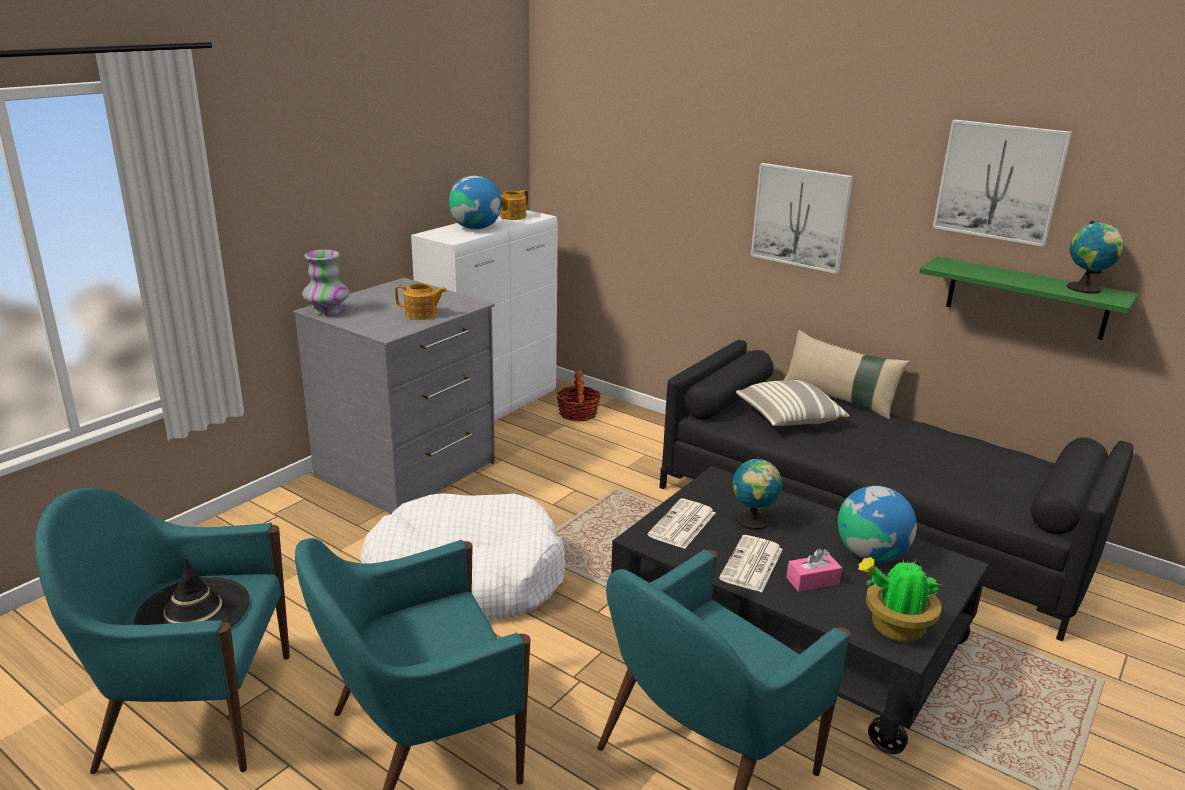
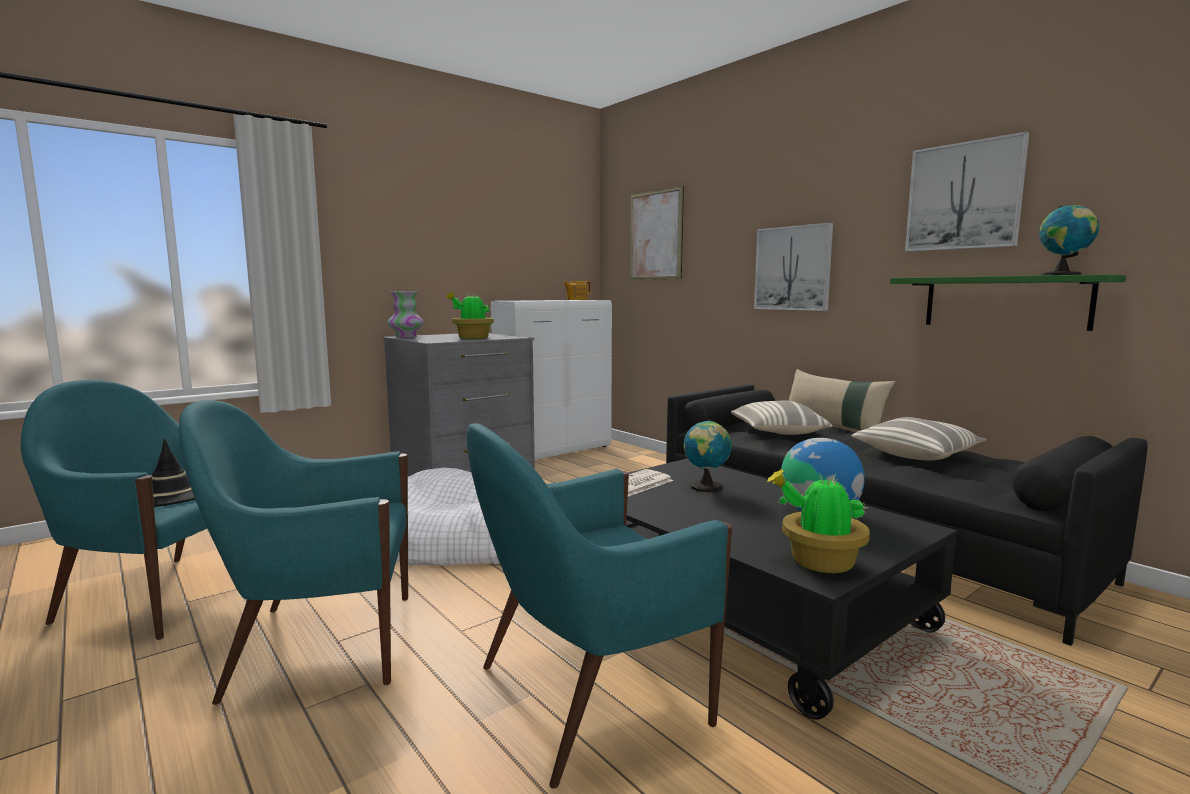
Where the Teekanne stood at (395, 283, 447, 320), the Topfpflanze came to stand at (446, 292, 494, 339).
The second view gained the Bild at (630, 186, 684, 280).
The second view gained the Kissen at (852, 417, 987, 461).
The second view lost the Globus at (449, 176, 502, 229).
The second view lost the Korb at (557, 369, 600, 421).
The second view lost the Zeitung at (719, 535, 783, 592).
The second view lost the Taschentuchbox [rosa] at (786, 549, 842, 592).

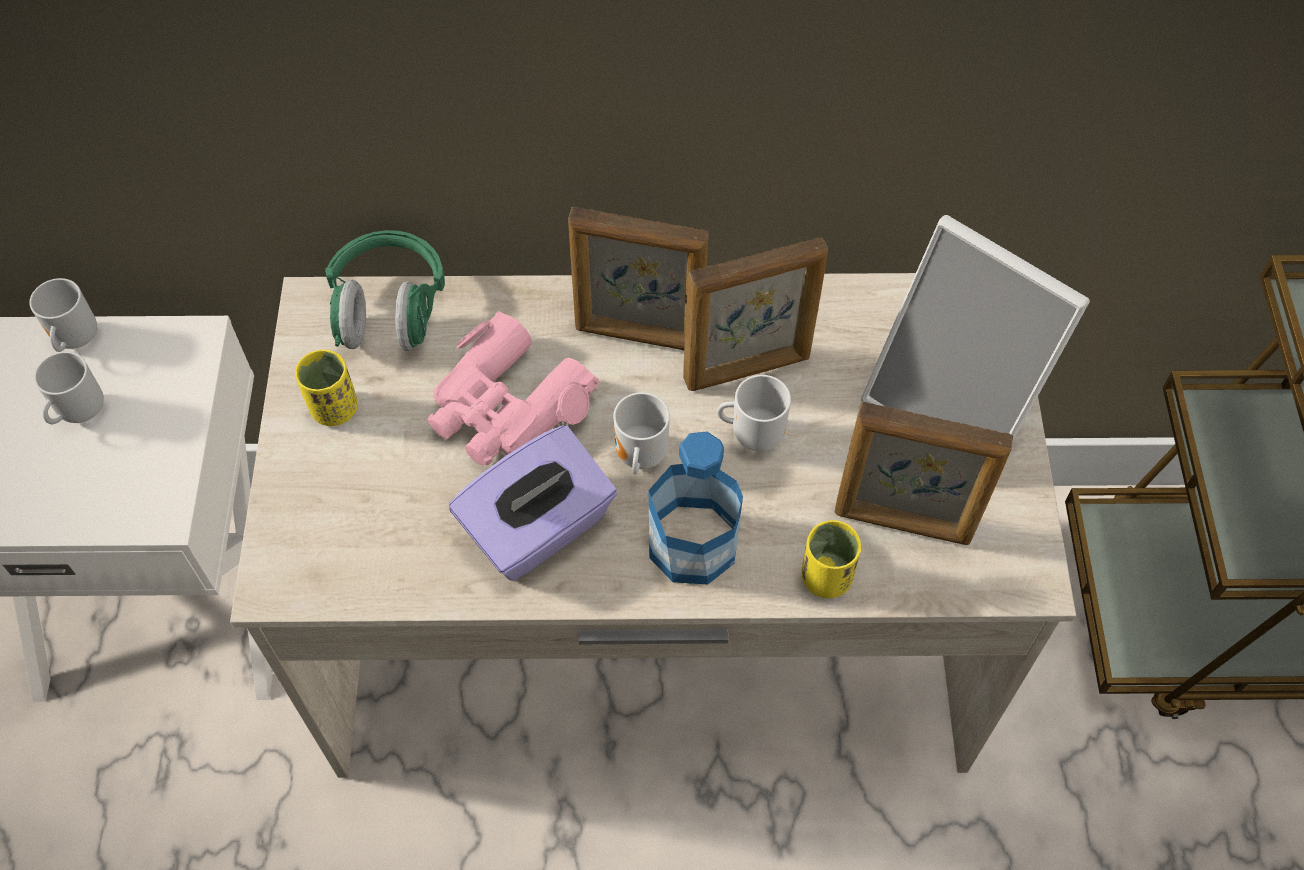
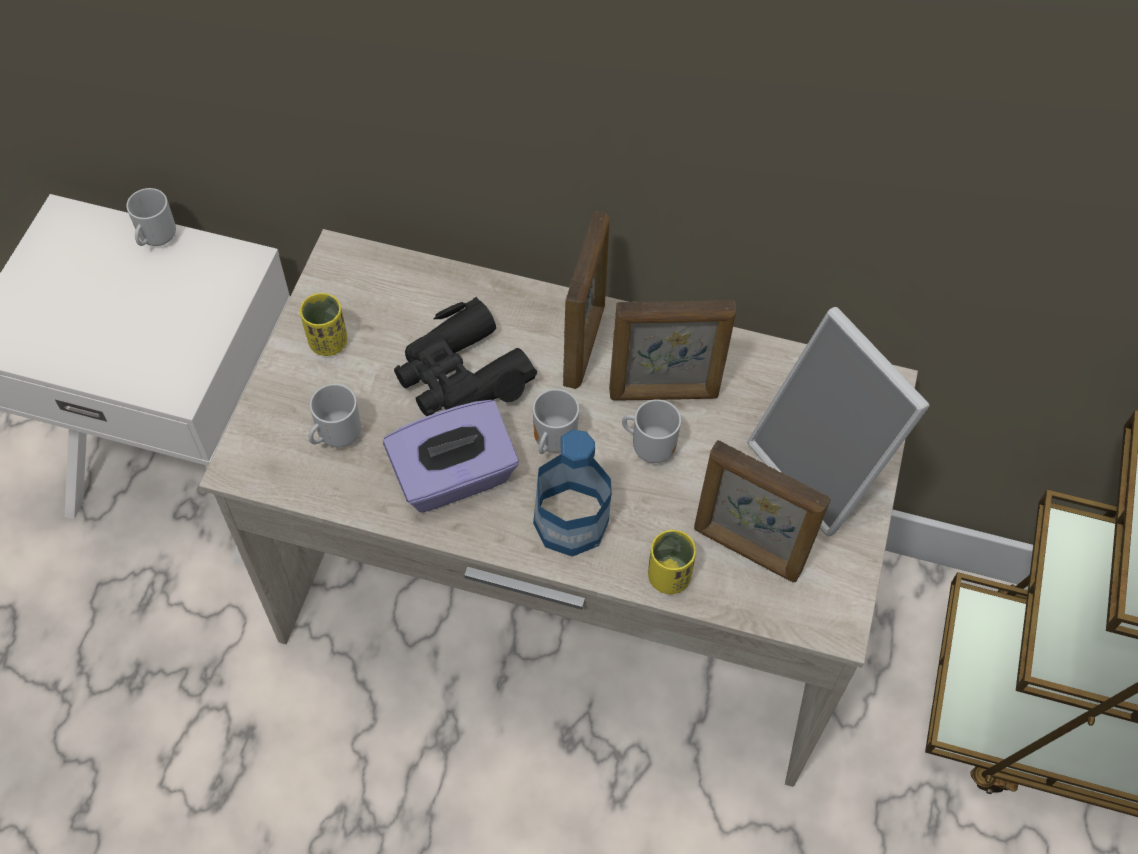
The Henkelbecher ended up elsewhere, having gone from (34, 352, 104, 424) to (308, 384, 361, 447).
What was the Fernglas [rosa] at (428, 311, 599, 465) turned into the Fernglas [schwarz] at (394, 297, 537, 416).
The Bilderrahmen at (568, 206, 709, 351) ended up facing another way, 105 degrees counterclockwise from before.
The second view lost the Kopfhörer [grün] at (325, 230, 445, 351).

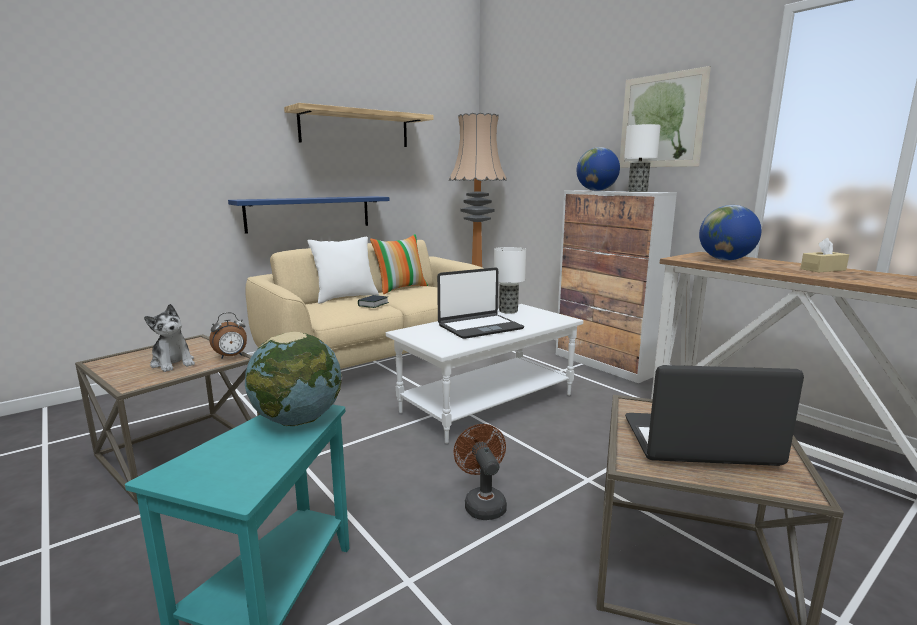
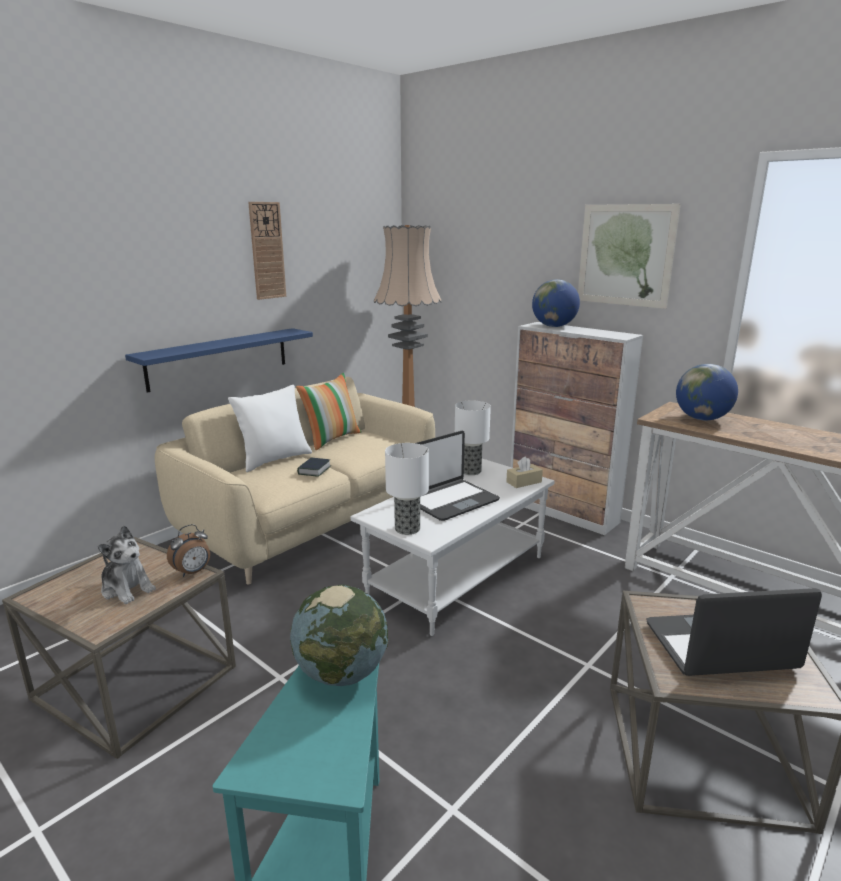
Where the Wandregal hung at (284, 103, 434, 147), the Wanduhr came to hang at (248, 202, 286, 300).
The Tischlampe ended up elsewhere, having gone from (624, 124, 661, 192) to (385, 443, 429, 535).
The Taschentuchbox [beige] ended up elsewhere, having gone from (800, 238, 849, 272) to (506, 456, 543, 488).
The second view lost the Ventilator [braun] at (454, 424, 507, 520).

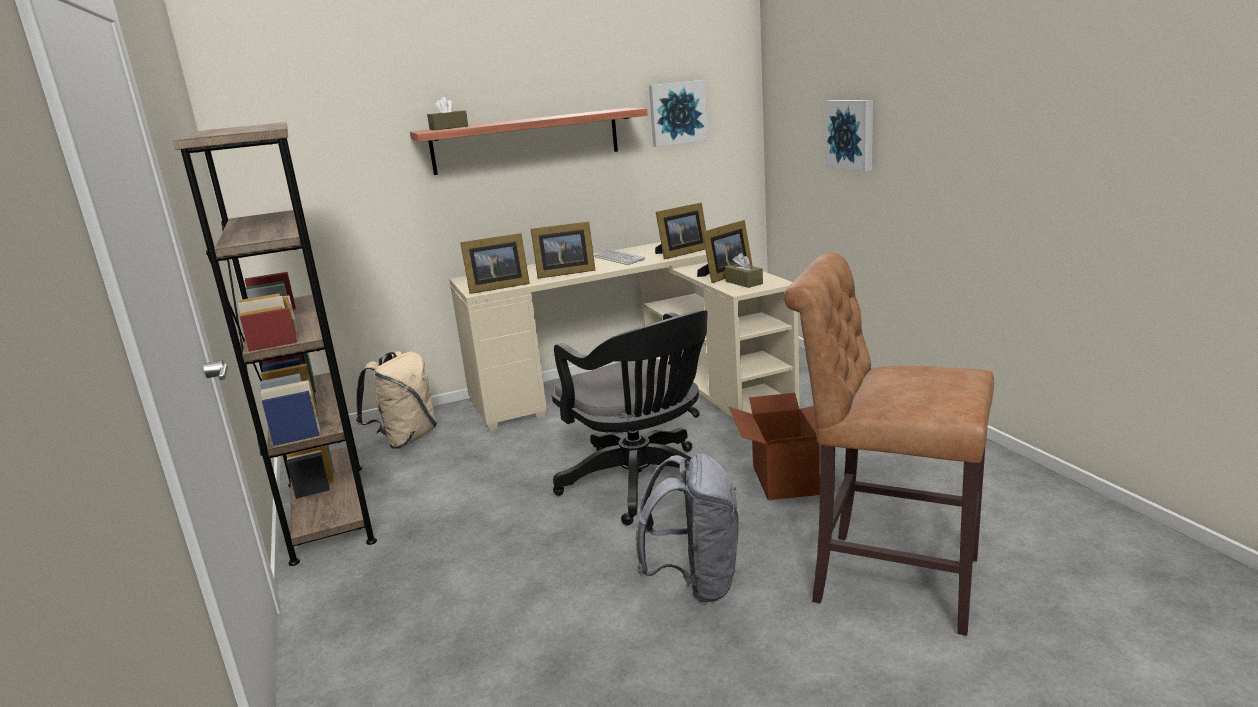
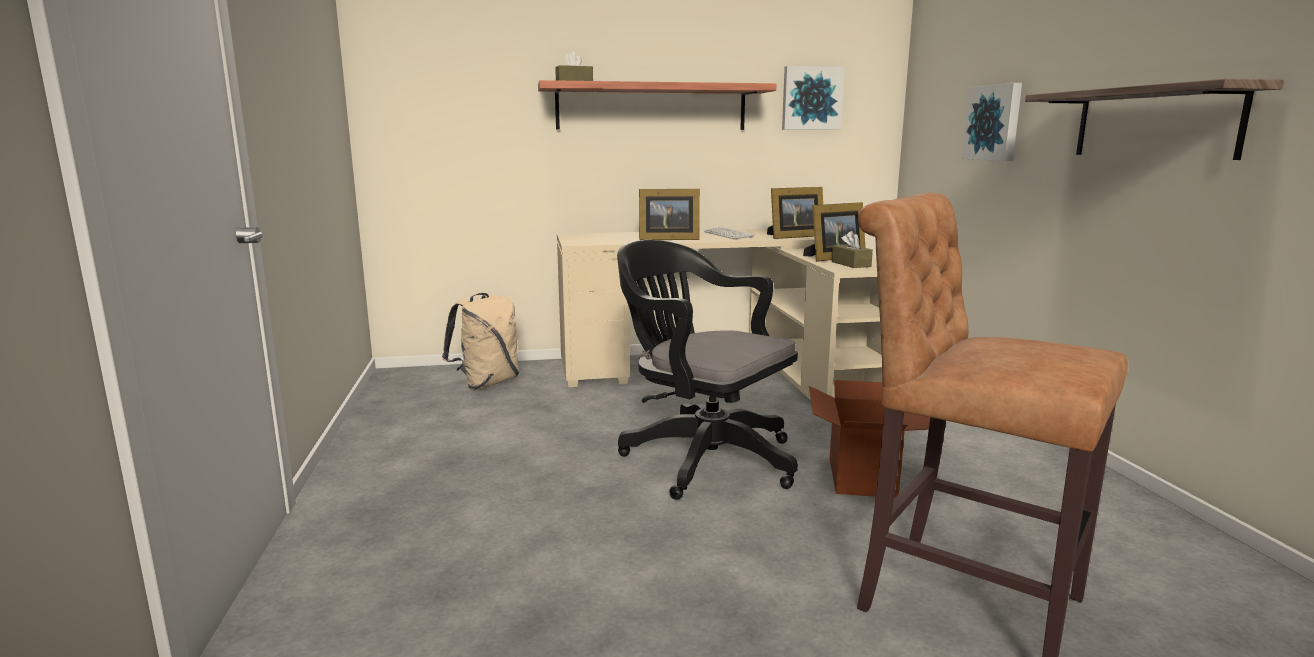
The Bürostuhl [schwarz] at (552, 310, 708, 526) ended up facing another way, 150 degrees clockwise from before.
The second view gained the Wandregal at (1025, 79, 1284, 160).
The second view lost the Bücherregal [braun] at (173, 122, 377, 566).
The second view lost the Bilderrahmen at (460, 233, 530, 294).
The second view lost the Rucksack [grau] at (636, 453, 738, 603).

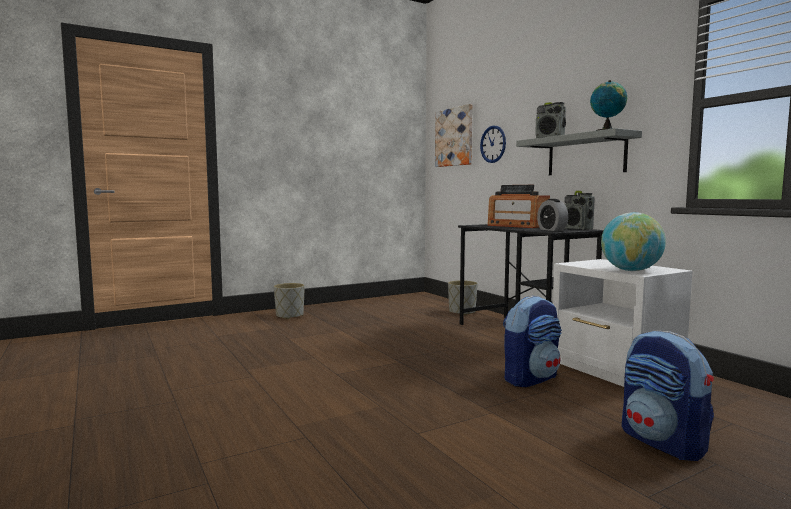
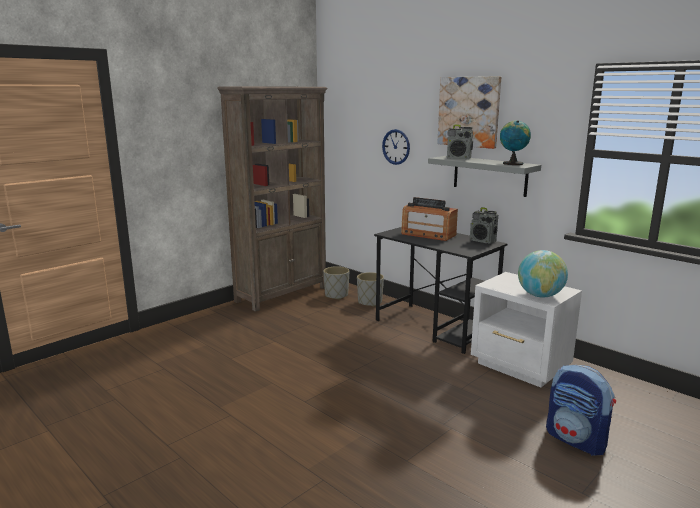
The second view gained the Bücherregal [braun] at (217, 86, 328, 312).
The Pflanzkübel [grau] ended up elsewhere, having gone from (274, 283, 305, 319) to (323, 266, 349, 299).
The Bild ended up elsewhere, having gone from (435, 104, 473, 167) to (437, 76, 501, 149).
The second view lost the Rucksack at (503, 296, 562, 387).
The second view lost the Wecker at (537, 199, 568, 231).

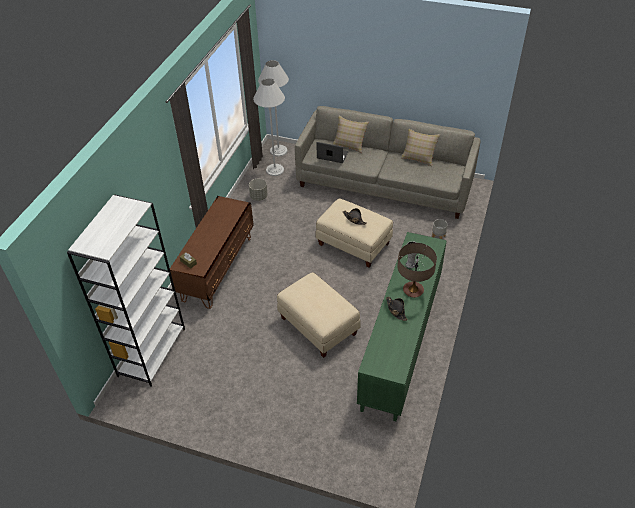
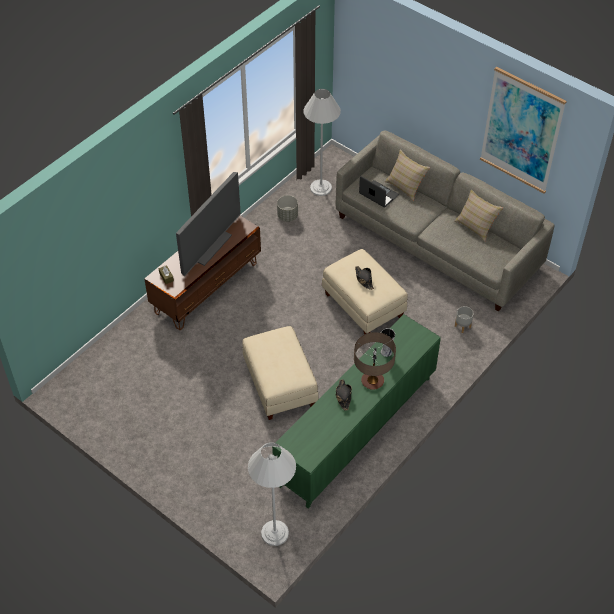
The second view gained the Fernseher at (176, 172, 241, 277).
The Stehlampe [weiß] ended up elsewhere, having gone from (258, 60, 289, 157) to (248, 442, 296, 546).
The second view gained the Bild at (480, 67, 567, 193).
The second view lost the Bücherregal [weiß] at (67, 194, 185, 387).

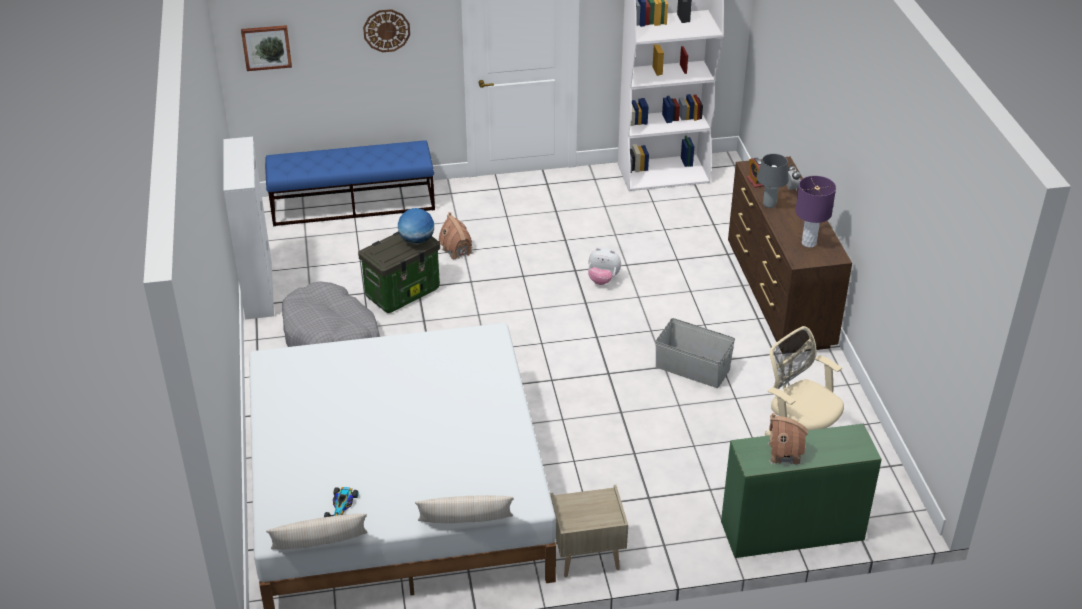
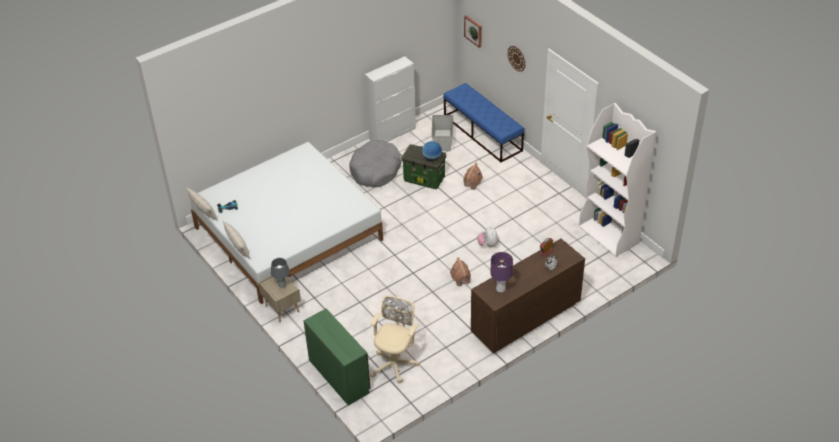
The Tischlampe [grau] ended up elsewhere, having gone from (757, 154, 789, 208) to (271, 258, 290, 288).
The Aufbewahrungsbox [grau] ended up elsewhere, having gone from (655, 318, 735, 388) to (432, 115, 453, 151).
The Spielzeughaus ended up elsewhere, having gone from (767, 413, 808, 464) to (450, 257, 471, 287).

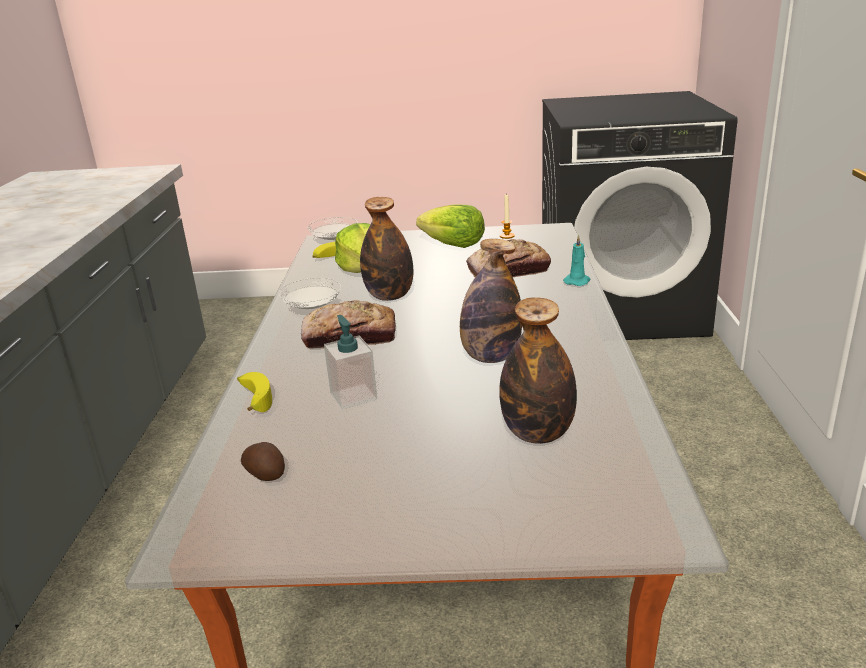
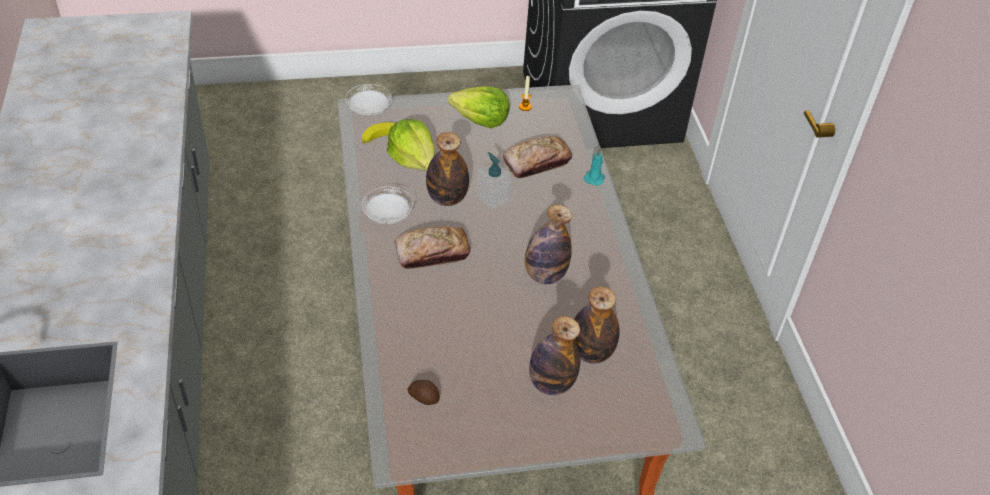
The Seifenspender ended up elsewhere, having gone from (324, 315, 377, 409) to (477, 152, 511, 210).
The second view gained the Flasche at (529, 316, 581, 395).
The second view lost the Banane at (237, 372, 272, 412).

